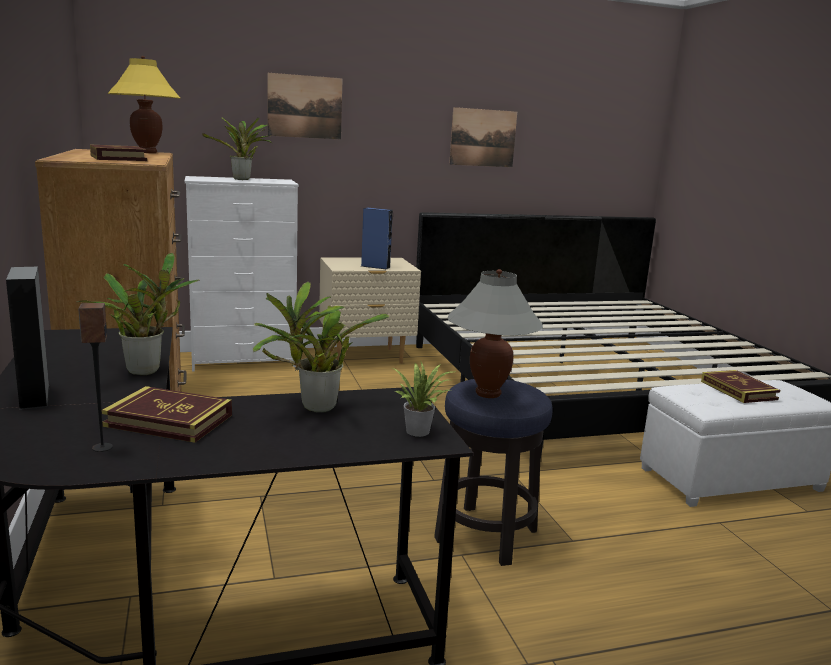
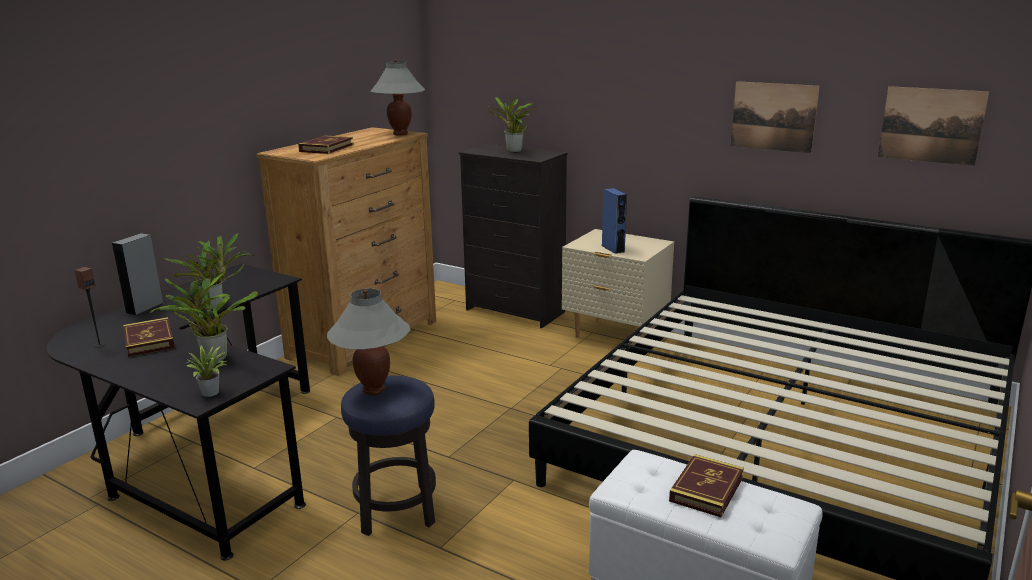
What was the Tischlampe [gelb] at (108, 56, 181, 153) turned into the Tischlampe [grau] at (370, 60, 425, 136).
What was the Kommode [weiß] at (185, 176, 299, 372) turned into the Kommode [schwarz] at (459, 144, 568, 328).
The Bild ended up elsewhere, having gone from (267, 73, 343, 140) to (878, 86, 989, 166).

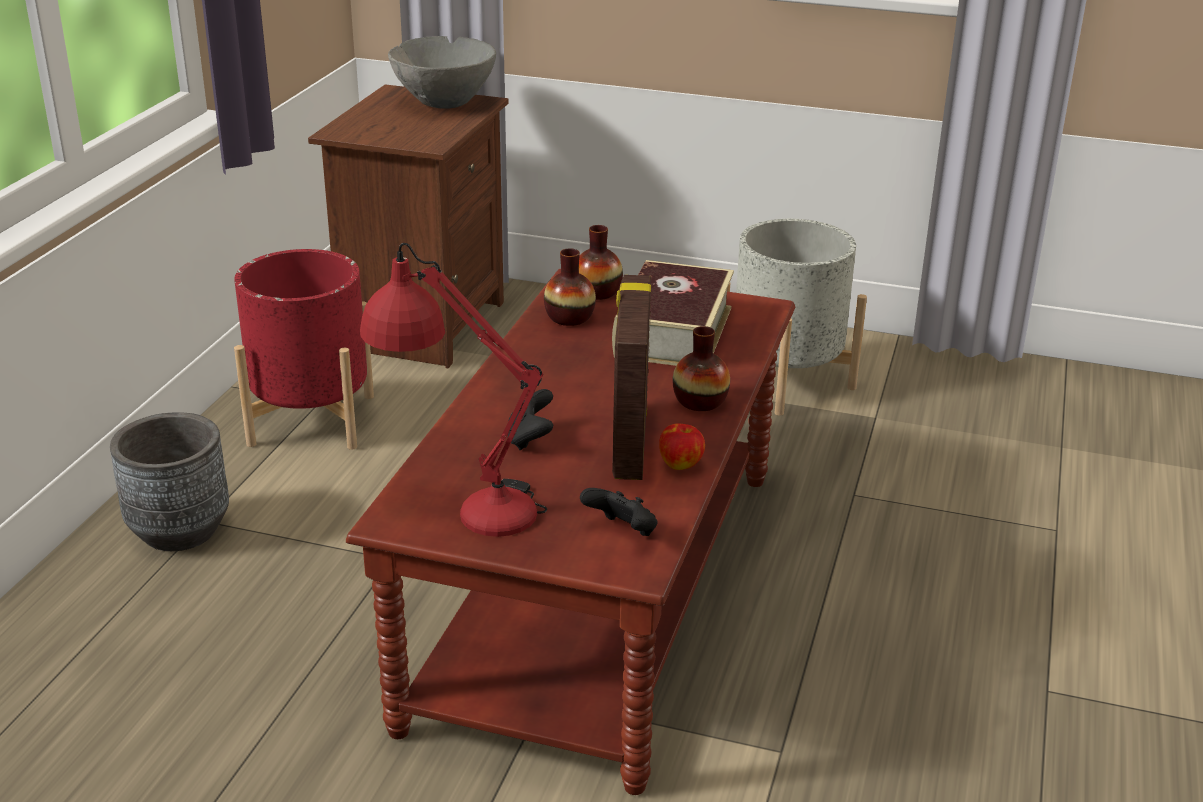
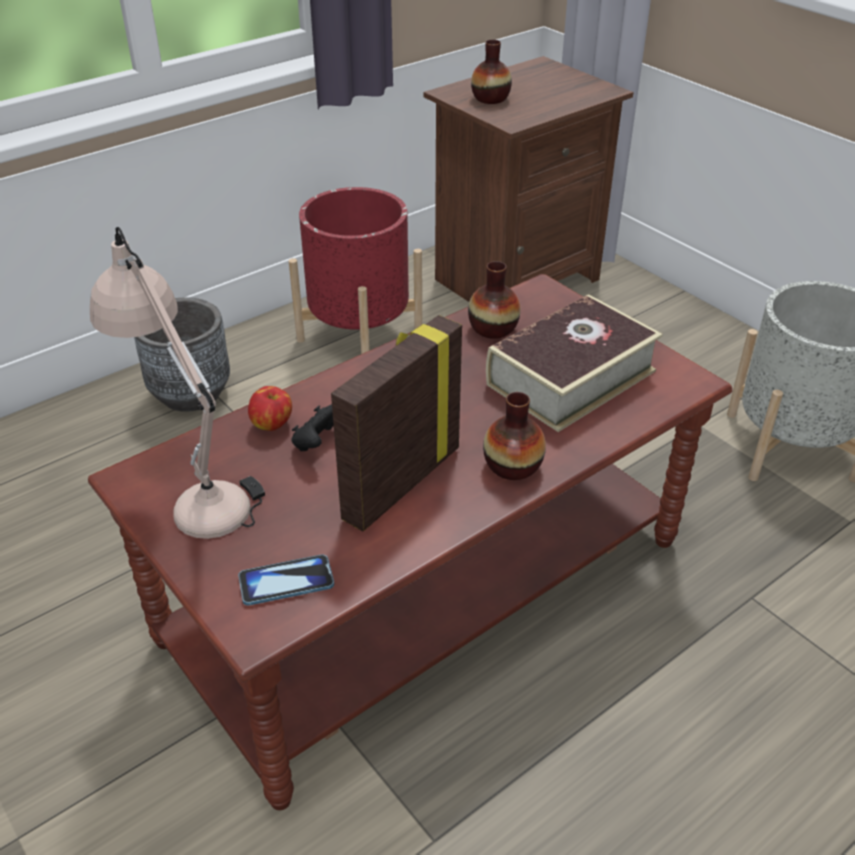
What was the Tischlampe [rot] at (360, 243, 547, 537) turned into the Tischlampe [beige] at (90, 227, 265, 539).
Where the Gamepad [schwarz] stood at (580, 488, 658, 536), the Handy came to stand at (238, 555, 334, 605).
The Apfel ended up elsewhere, having gone from (659, 423, 705, 470) to (248, 386, 292, 431).
The Vase ended up elsewhere, having gone from (579, 225, 623, 300) to (471, 40, 512, 104).
The second view lost the Schüssel [grau] at (388, 36, 496, 109).

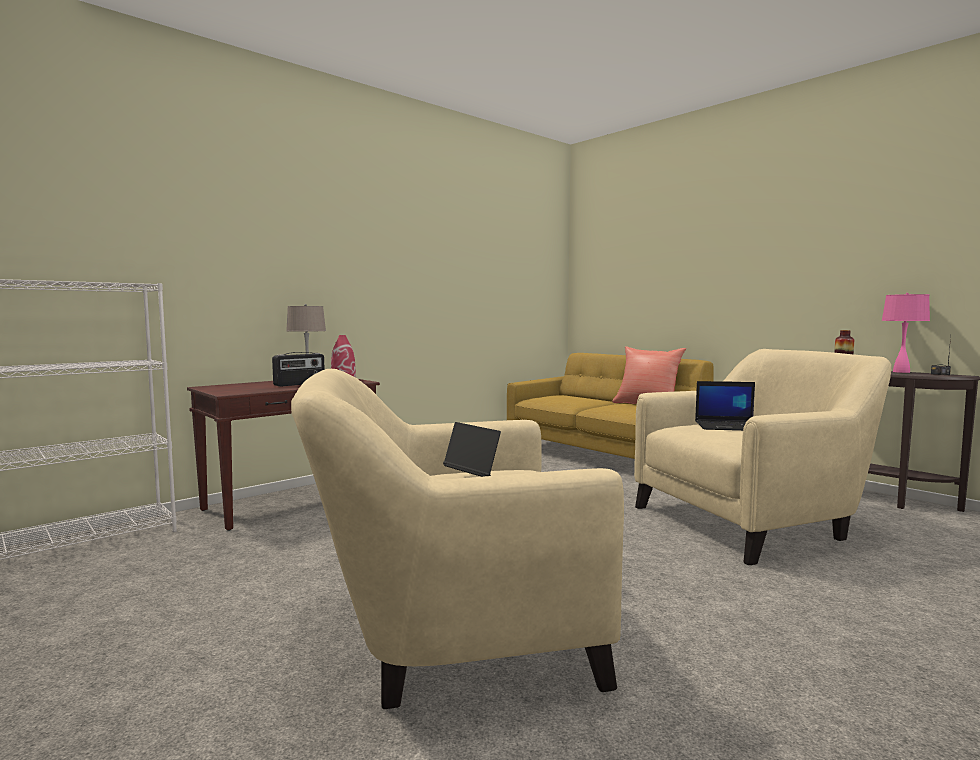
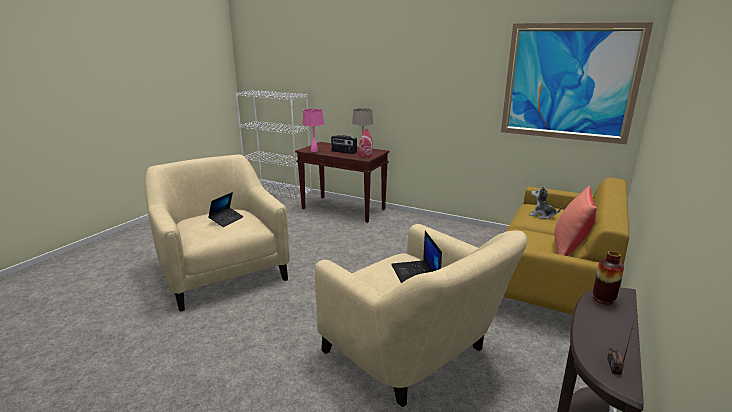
The Tischlampe [rosa] ended up elsewhere, having gone from (882, 293, 930, 373) to (303, 109, 324, 152).
The second view gained the Bild at (501, 22, 653, 144).
The second view gained the Plüschtier at (529, 186, 562, 219).

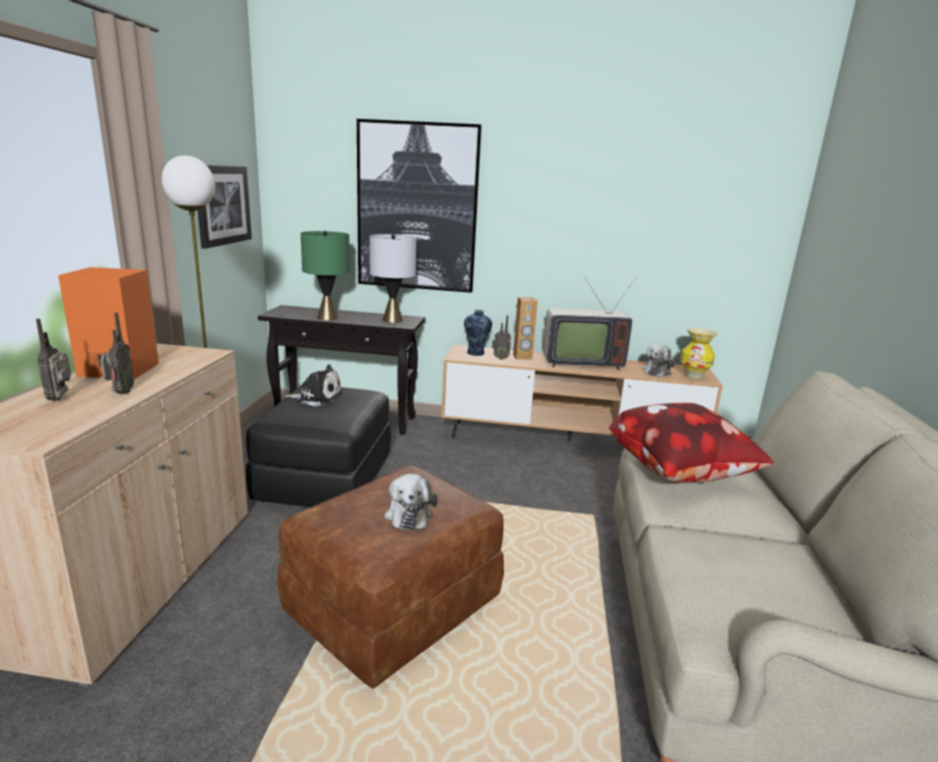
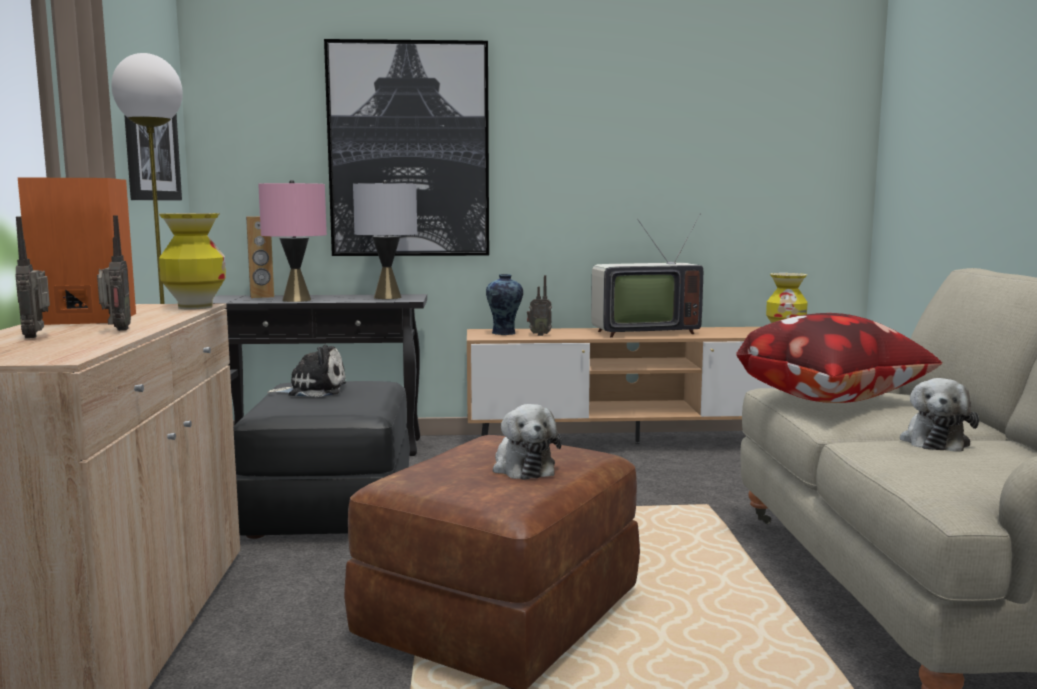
The second view gained the Vase at (159, 213, 226, 310).
The Lautsprecher [braun] ended up elsewhere, having gone from (513, 297, 538, 360) to (246, 216, 274, 298).
What was the Tischlampe [grün] at (301, 231, 350, 320) turned into the Tischlampe [rosa] at (258, 180, 327, 302).
The Plüschtier ended up elsewhere, having gone from (642, 343, 675, 377) to (900, 378, 979, 452).

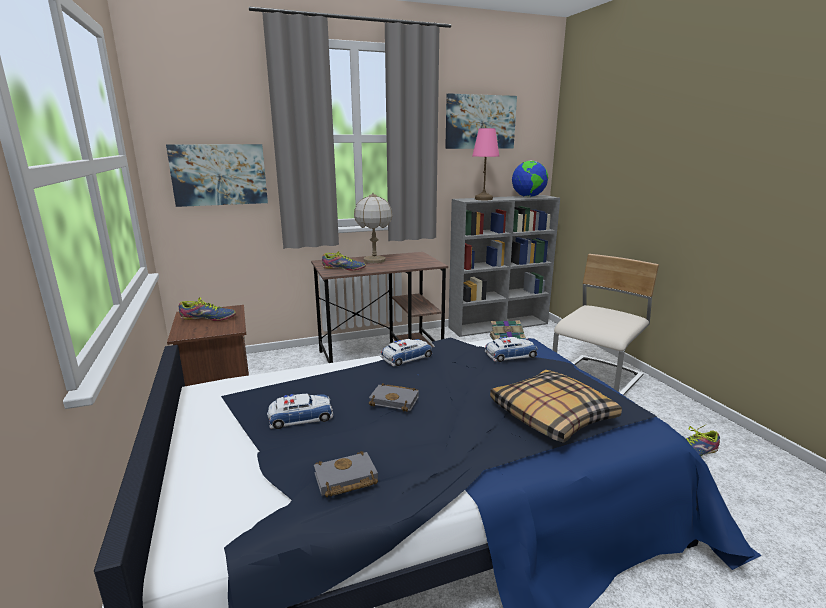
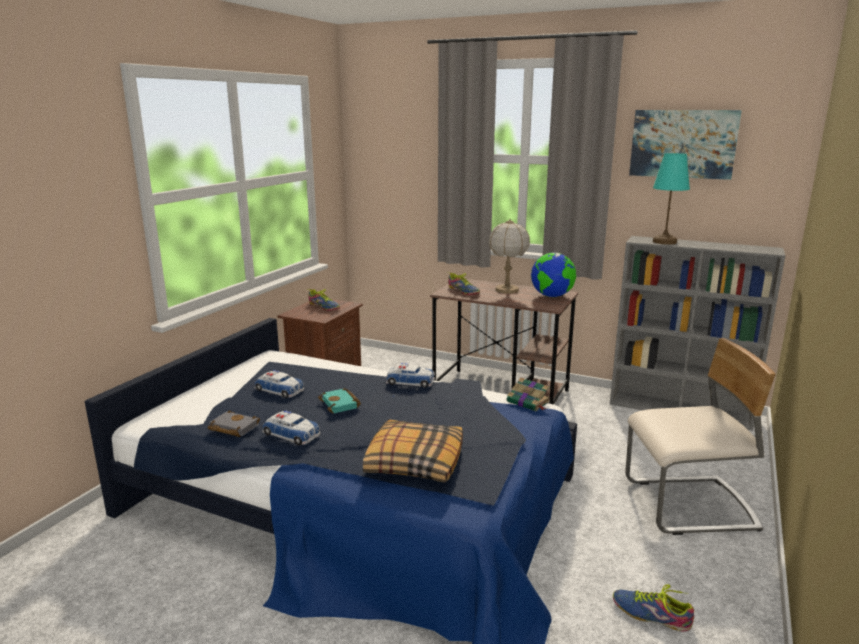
The Spielzeugauto ended up elsewhere, having gone from (485, 337, 538, 362) to (262, 411, 320, 445).
What was the Buch [grau] at (369, 383, 419, 412) turned into the Buch [türkis] at (318, 388, 361, 413).
The Globus ended up elsewhere, having gone from (512, 161, 548, 197) to (531, 252, 576, 297).
What was the Tischlampe [rosa] at (472, 128, 500, 200) turned into the Tischlampe [türkis] at (653, 153, 690, 245).
The second view lost the Bild at (166, 144, 268, 207).

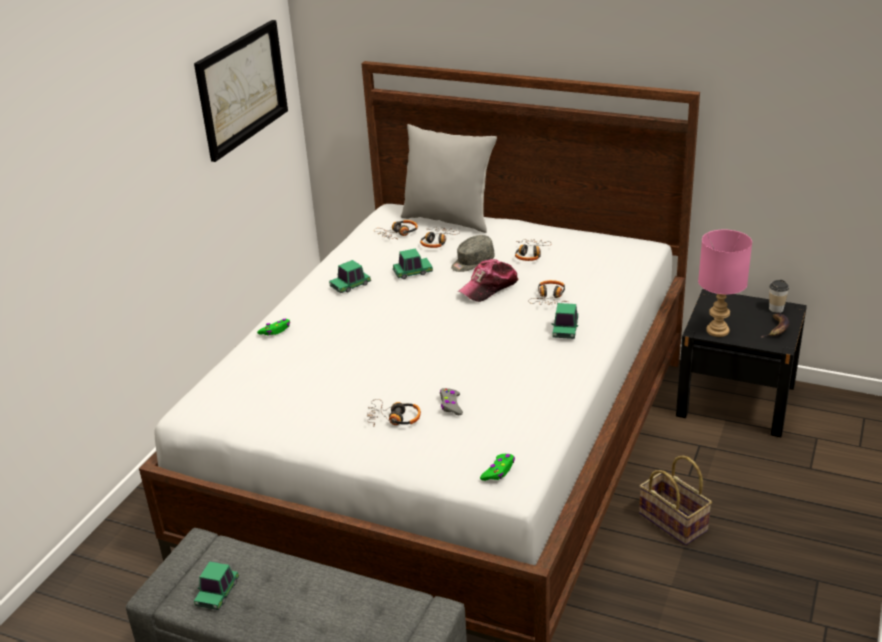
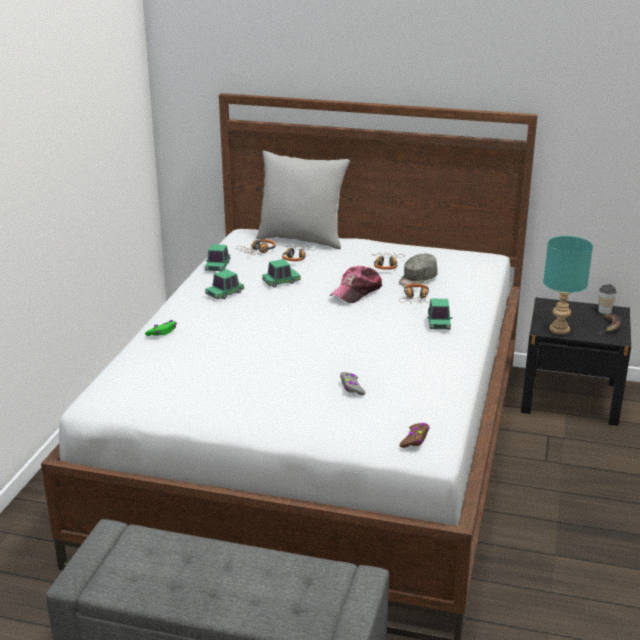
The Spielzeugauto ended up elsewhere, having gone from (194, 561, 239, 610) to (205, 244, 230, 271).
The Kappe [grau] ended up elsewhere, having gone from (451, 235, 495, 272) to (399, 254, 438, 287).
What was the Gamepad [grün] at (480, 454, 515, 481) turned into the Gamepad [braun] at (399, 423, 429, 448).
What was the Tischlampe [rosa] at (698, 229, 752, 337) turned into the Tischlampe [türkis] at (543, 236, 593, 334).
The second view lost the Bild at (194, 20, 288, 162).
The second view lost the Kopfhörer at (367, 399, 421, 427).
The second view lost the Korb at (639, 456, 712, 545).

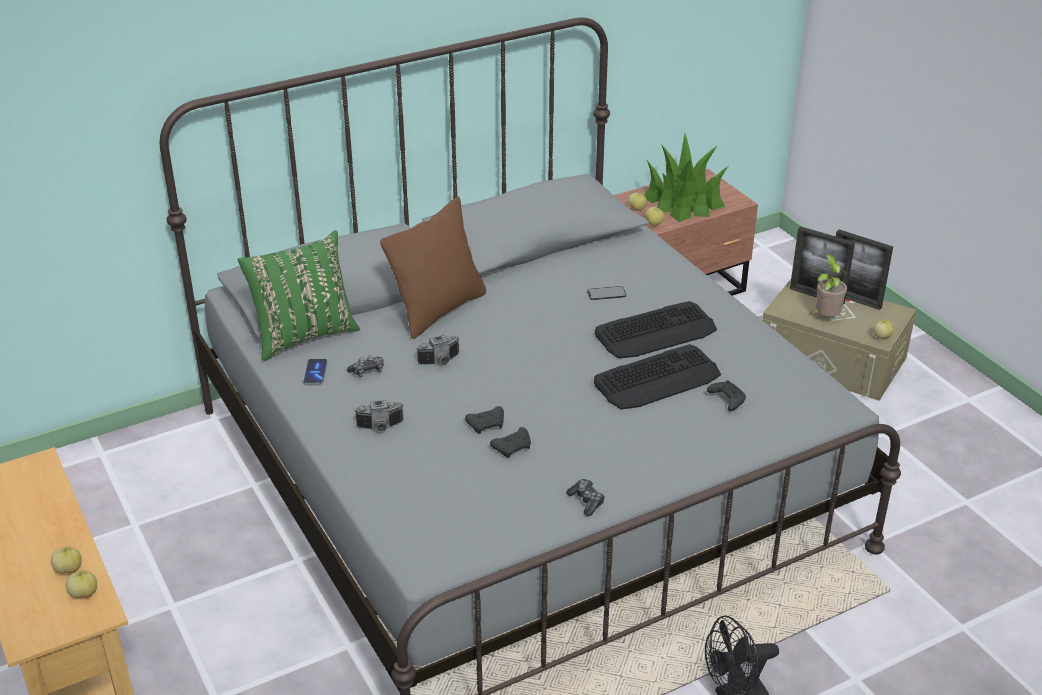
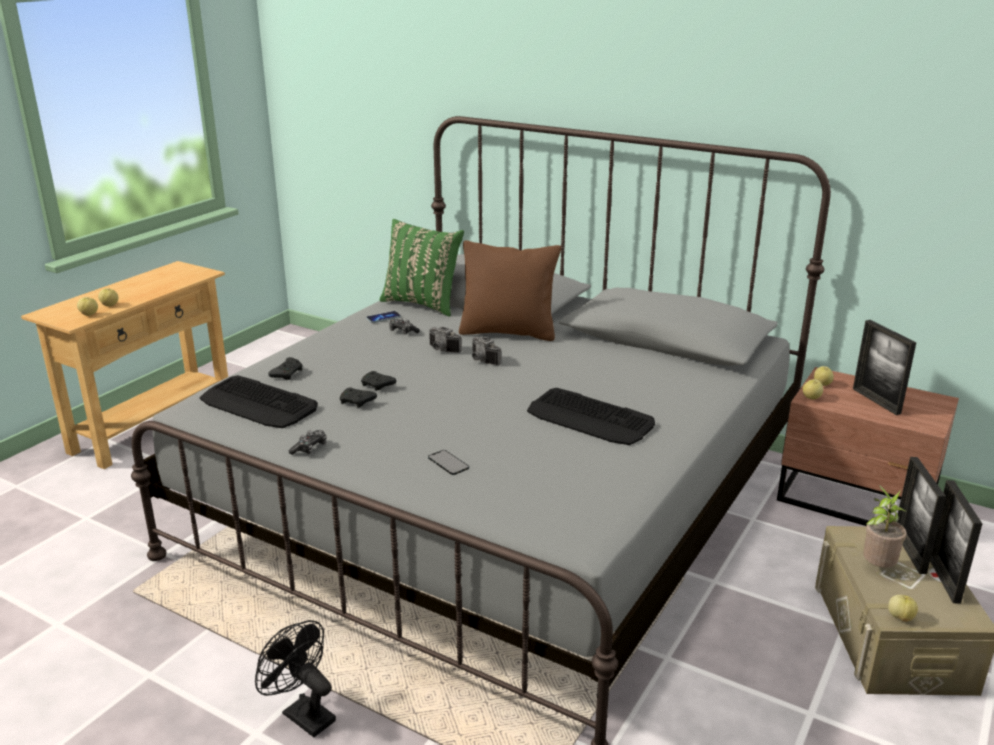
The Tastatur ended up elsewhere, having gone from (594, 344, 721, 409) to (199, 375, 318, 428).
The Gamepad [schwarz] ended up elsewhere, having gone from (707, 380, 746, 411) to (268, 357, 303, 380).
The Handy ended up elsewhere, having gone from (587, 286, 626, 300) to (428, 450, 469, 475).
The Kamera ended up elsewhere, having gone from (354, 400, 404, 431) to (472, 337, 502, 365).
Where the Topfpflanze stood at (644, 133, 728, 222), the Bilderrahmen came to stand at (853, 320, 916, 415).

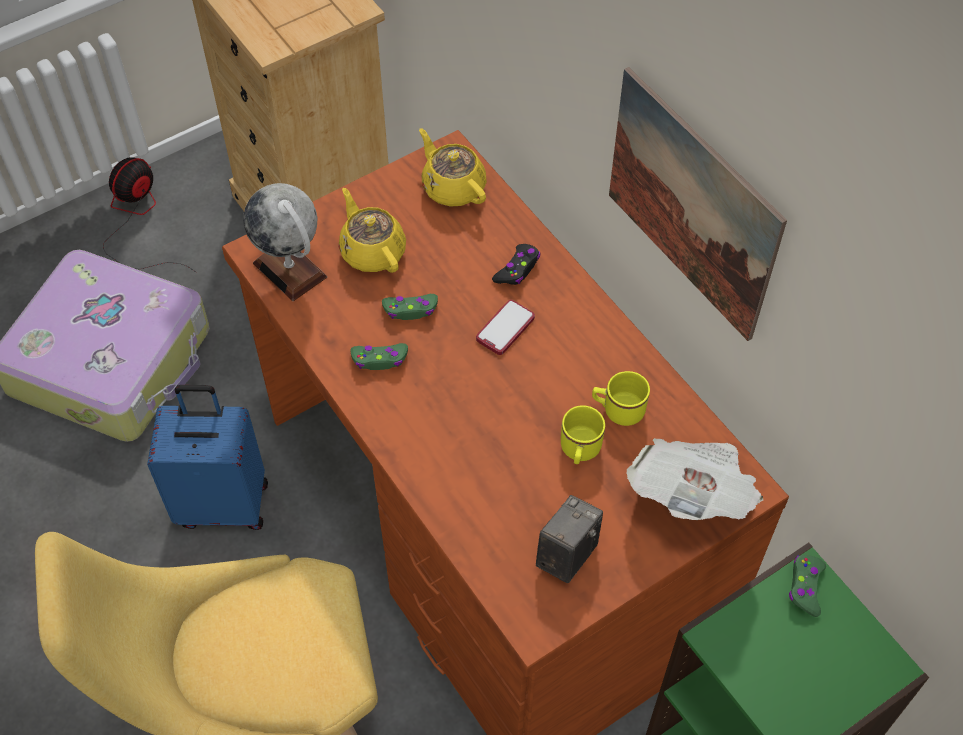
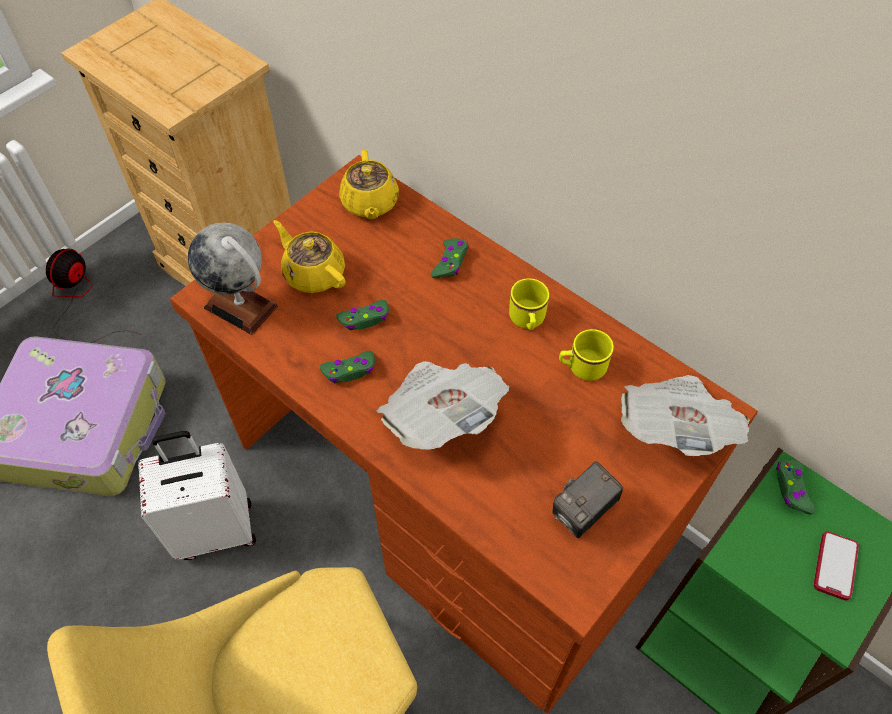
What was the Koffer [blau] at (147, 385, 268, 530) turned into the Koffer [weiß] at (138, 431, 256, 560).
The Teekanne [gelb] at (419, 128, 487, 207) ended up facing another way, 135 degrees counterclockwise from before.
The second view gained the Zeitung at (377, 361, 509, 450).
What was the Gamepad [schwarz] at (492, 244, 540, 285) turned into the Gamepad [grün] at (431, 238, 468, 278).
The Henkelbecher [gelb] ended up elsewhere, having gone from (561, 405, 605, 464) to (509, 278, 549, 330).
The Kamera at (536, 495, 603, 583) ended up facing another way, 150 degrees counterclockwise from before.
The Handy ended up elsewhere, having gone from (476, 300, 535, 355) to (814, 531, 859, 601).
The second view lost the Bild at (609, 67, 787, 341).

